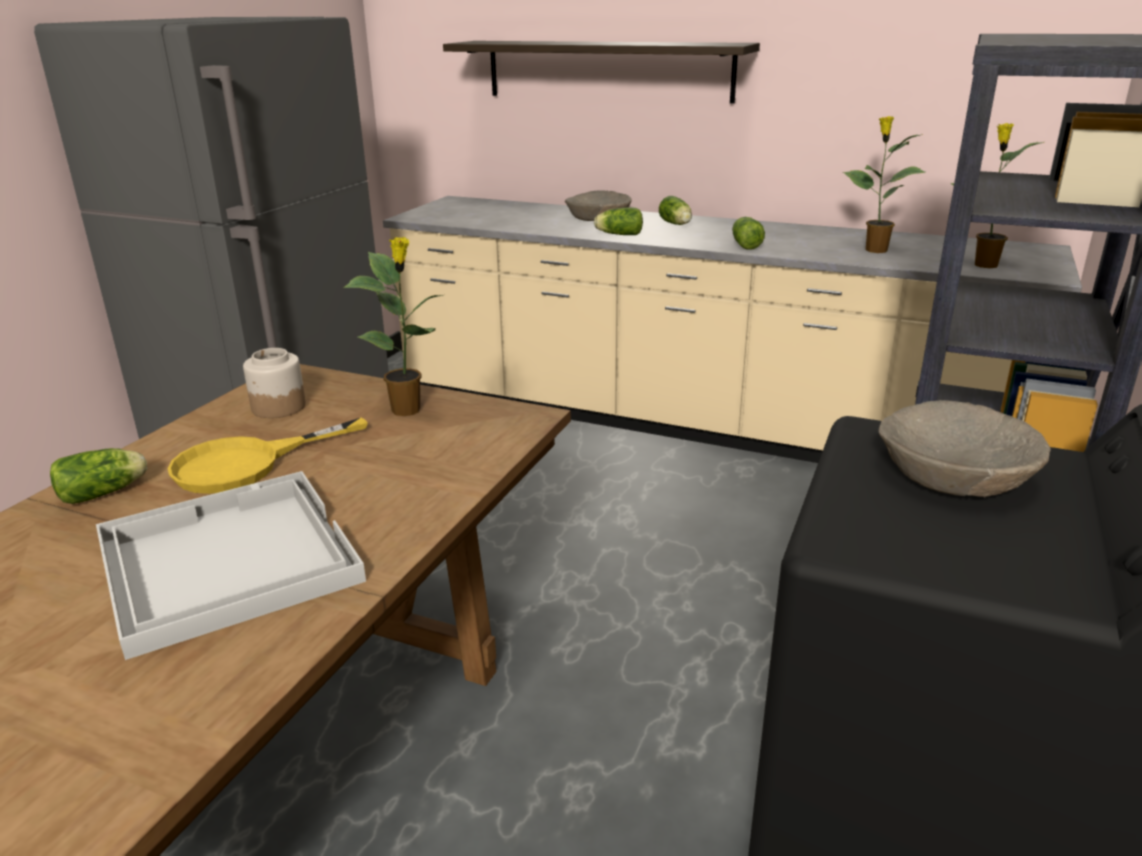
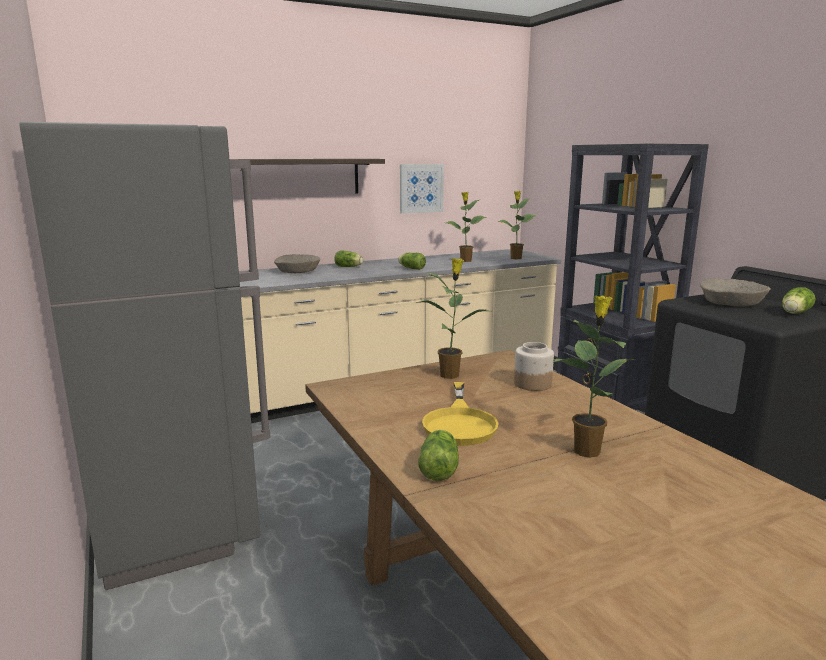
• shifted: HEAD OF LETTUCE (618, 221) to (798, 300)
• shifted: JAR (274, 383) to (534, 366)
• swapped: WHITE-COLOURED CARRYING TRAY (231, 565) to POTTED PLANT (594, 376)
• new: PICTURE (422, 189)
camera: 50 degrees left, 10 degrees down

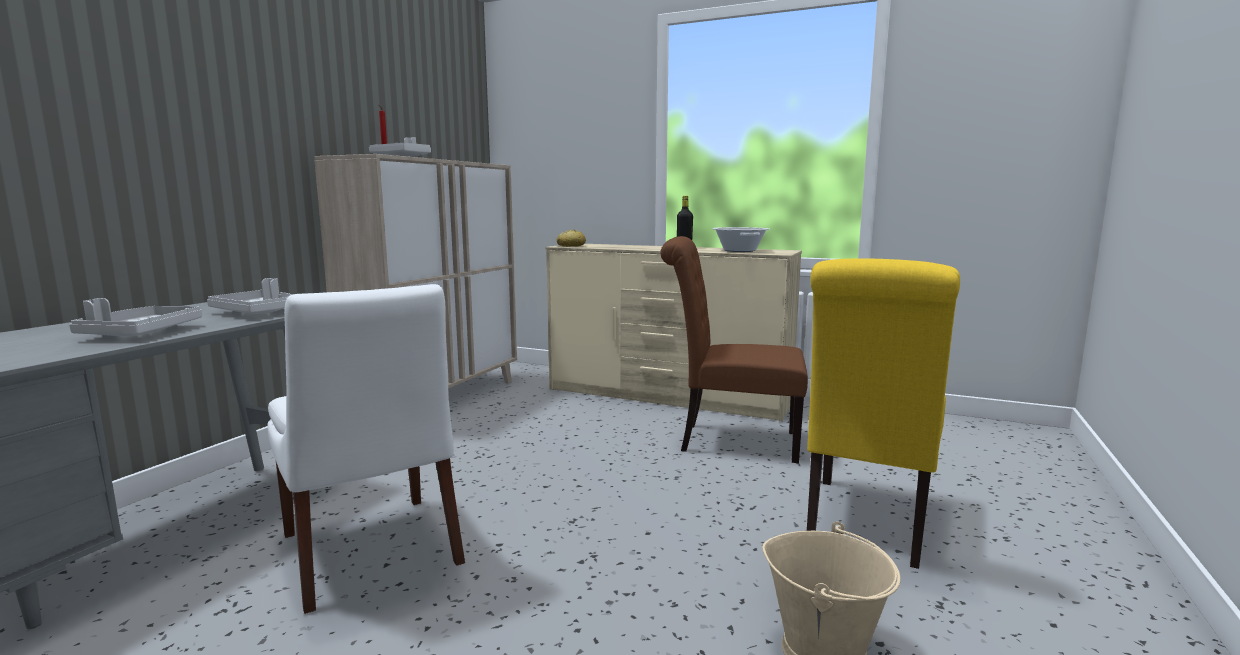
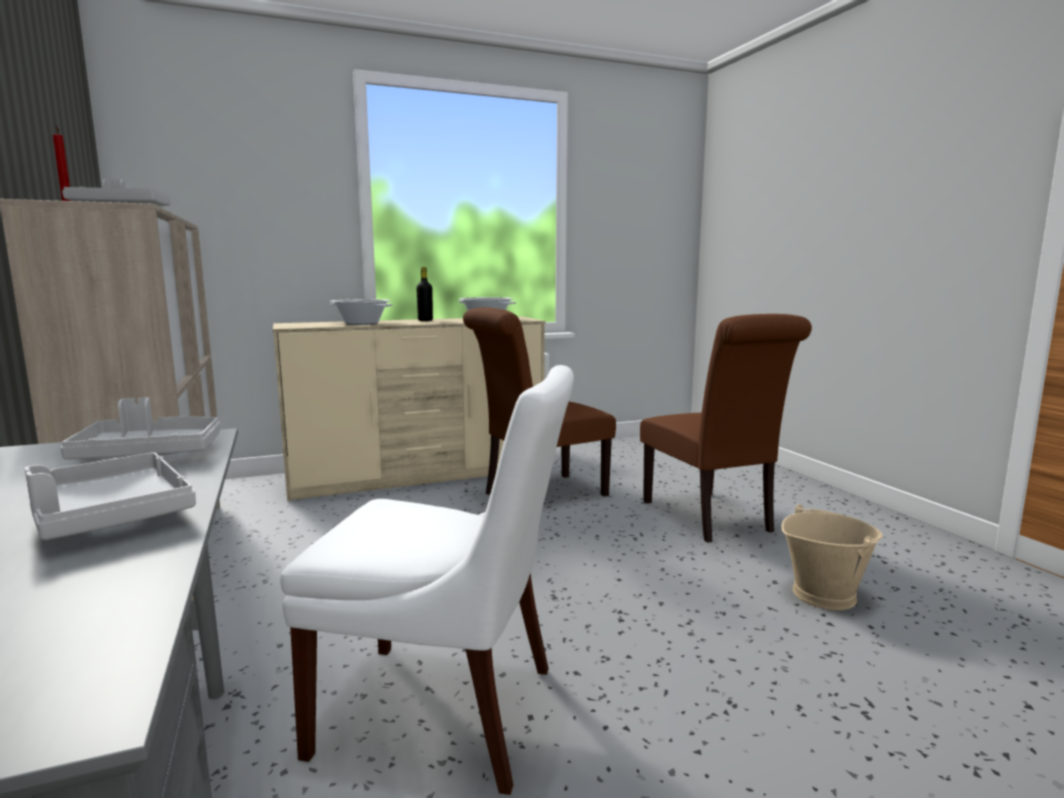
• gone: BREAD (571, 238)
• repainted: YELLOW-COLOURED UPRIGHT CHAIR (883, 413) to BROWNISH UPRIGHT CHAIR (726, 428)
• new: STOCKPOT (361, 312)
camera: 45 degrees left, 0 degrees up

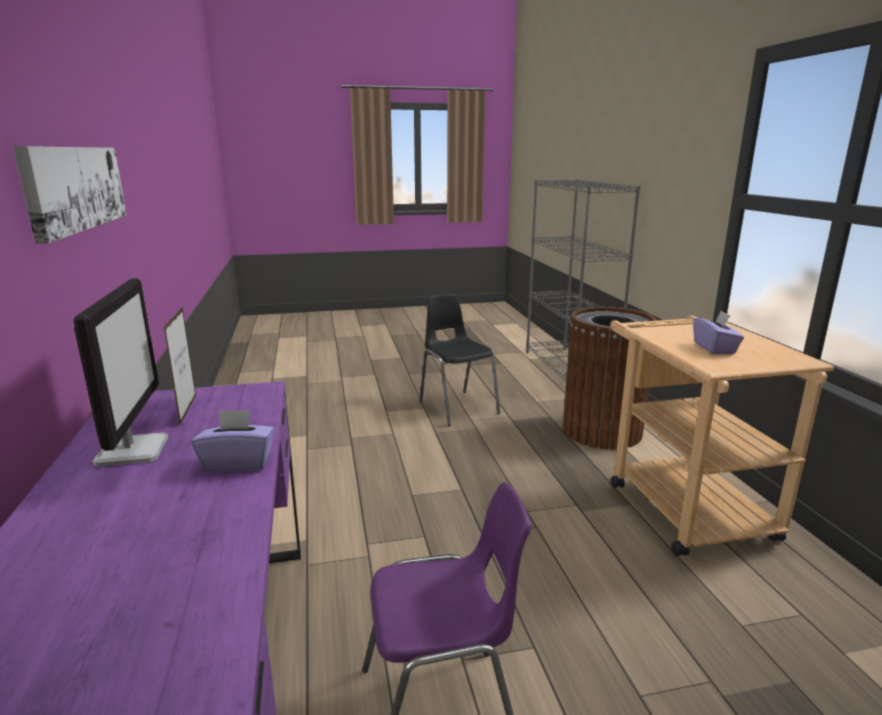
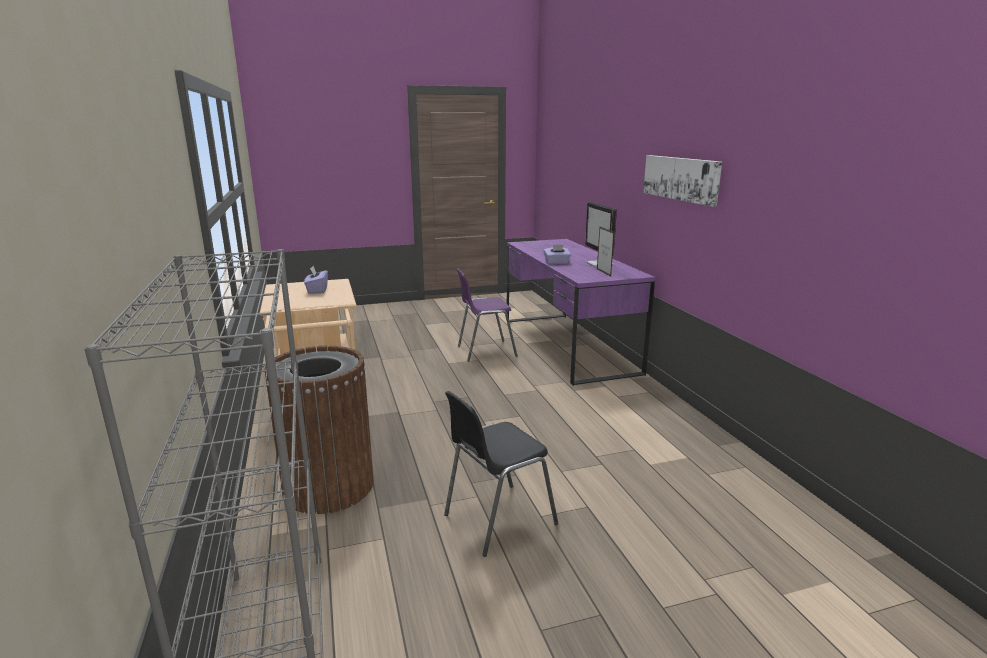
• rotated: BLACK UPRIGHT CHAIR (459, 360) = (501, 474) 90 degrees clockwise
camera: 175 degrees right, 0 degrees up

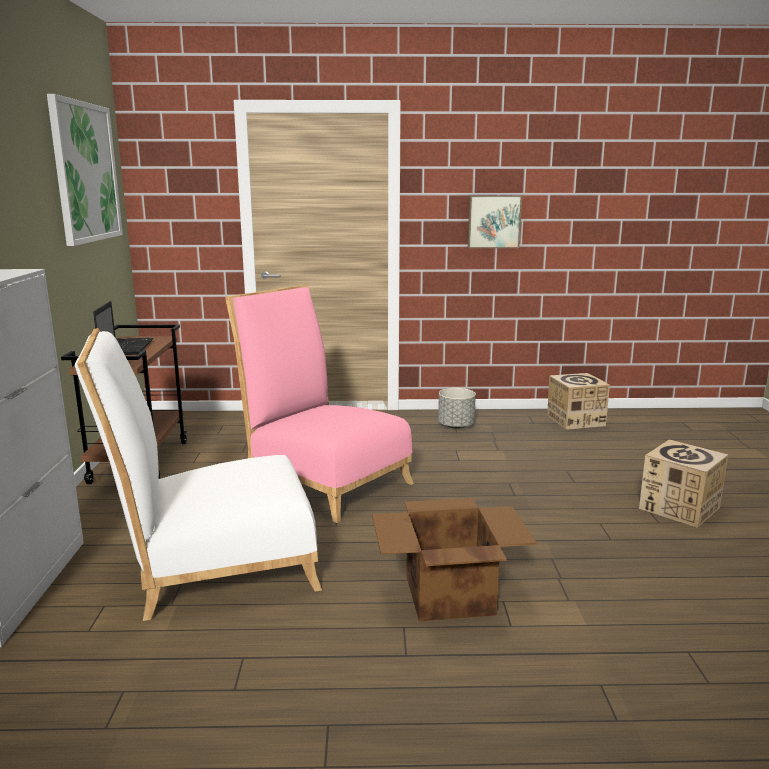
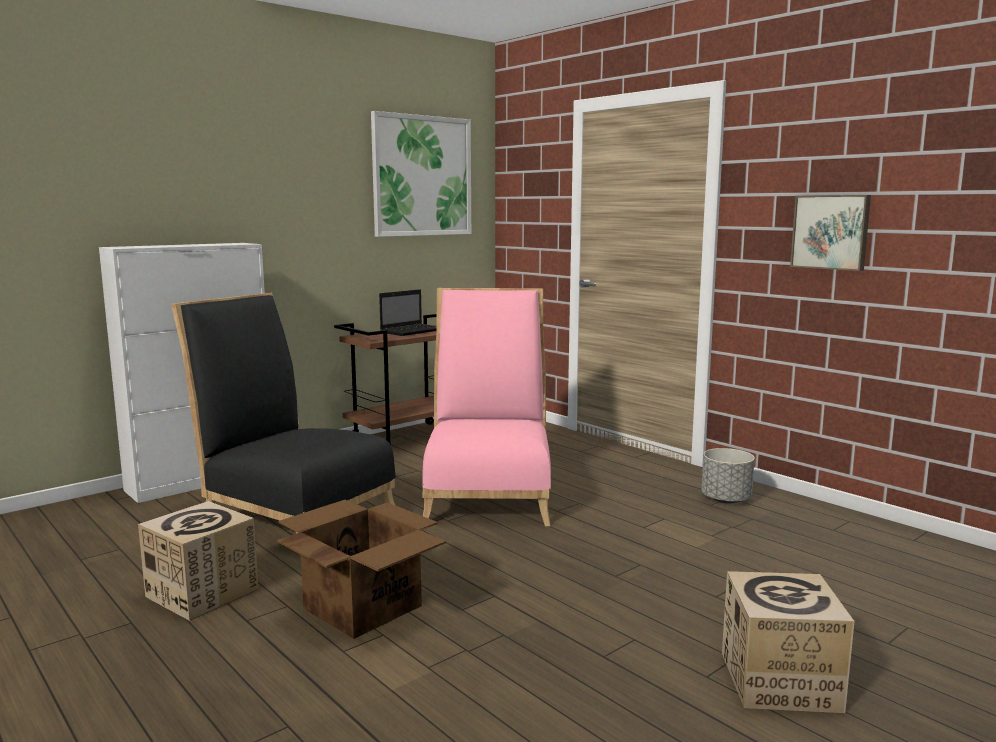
• repainted: WHITE-COLOURED UPRIGHT CHAIR (198, 474) to BLACK UPRIGHT CHAIR (283, 413)
• shifted: CARTON (578, 401) to (198, 561)
camera: 50 degrees right, 5 degrees down

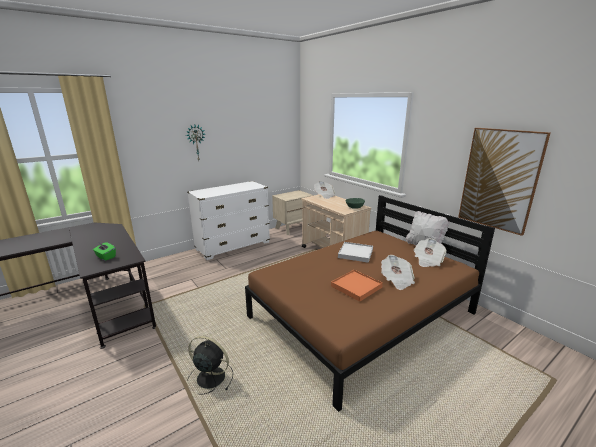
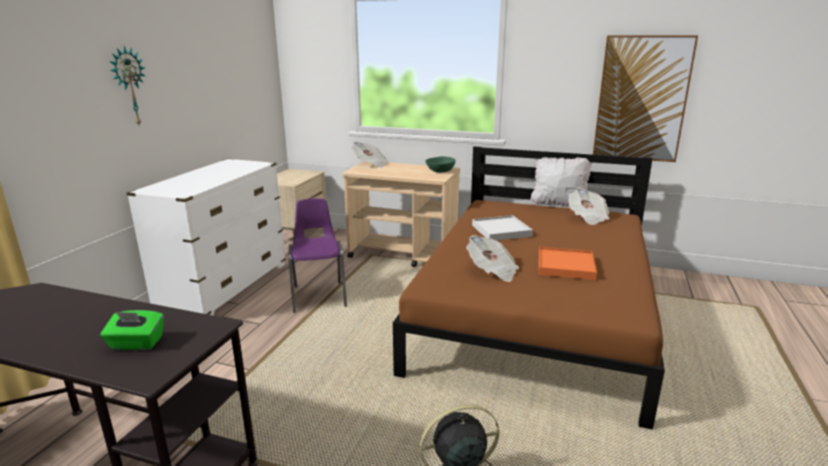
• shifted: NEWSPAPER (398, 272) to (492, 258)
• new: PURPLE UPRIGHT CHAIR (317, 255)
camera: 35 degrees left, 0 degrees up

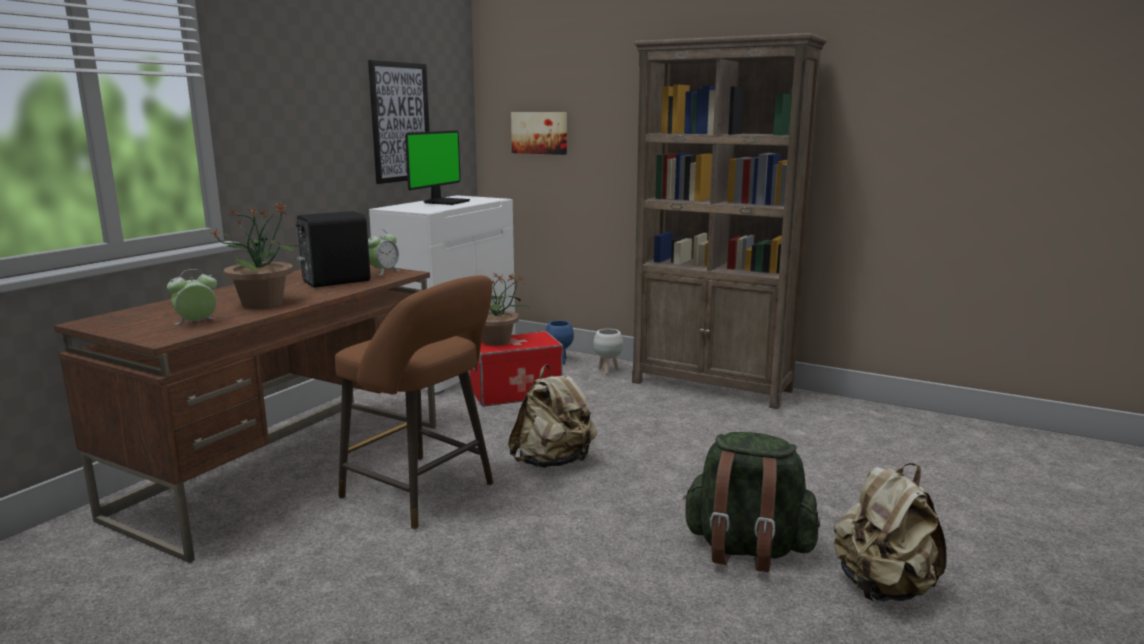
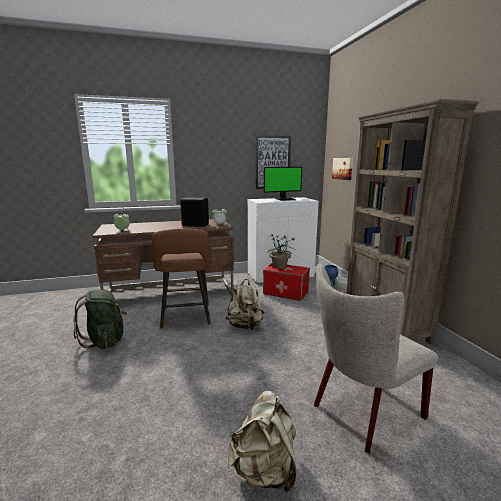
• gone: POTTED PLANT (253, 255)
• shifted: GREEN-COLOURED BACKPACK (751, 502) to (100, 319)
• new: BEIGE-COLOURED UPRIGHT CHAIR (376, 358)
camera: 45 degrees right, 0 degrees up

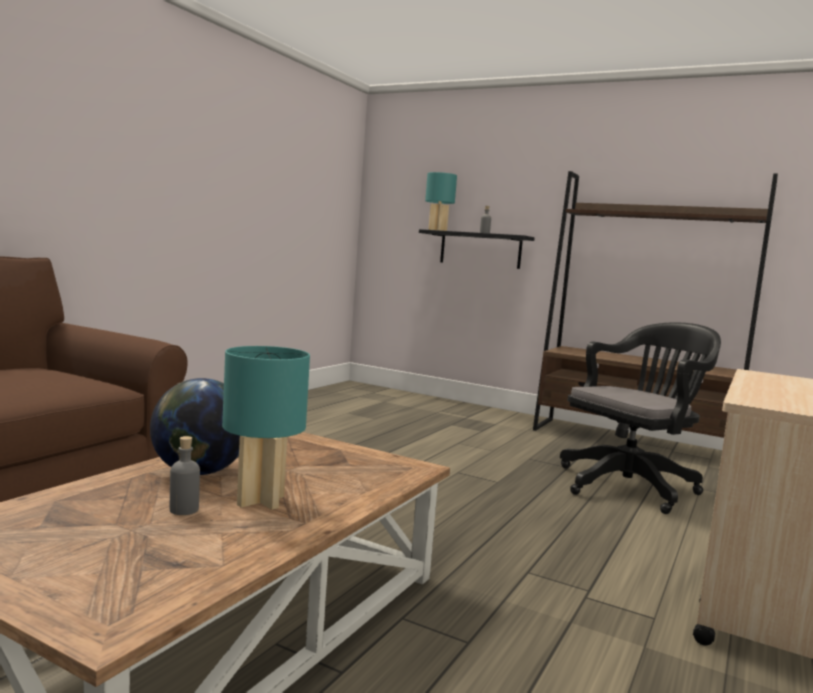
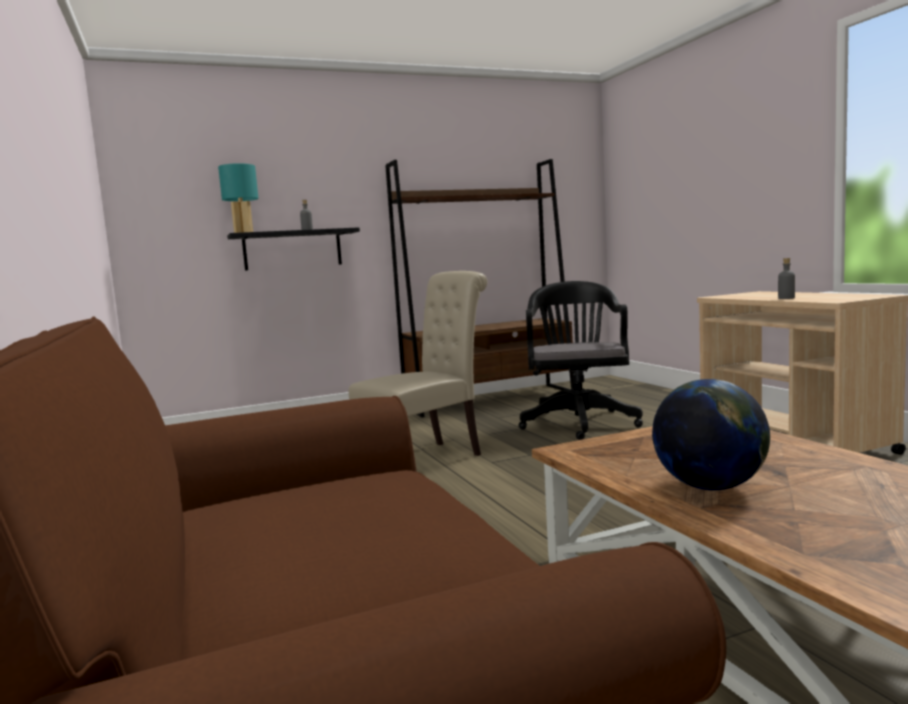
• gone: BLUE-GREEN LAMP FOR A TABLE (266, 428)
• shifted: GRAY BEVERAGE BOTTLE (185, 475) to (786, 278)
• new: BEIGE-COLOURED UPRIGHT CHAIR (418, 363)
camera: 50 degrees left, 0 degrees up

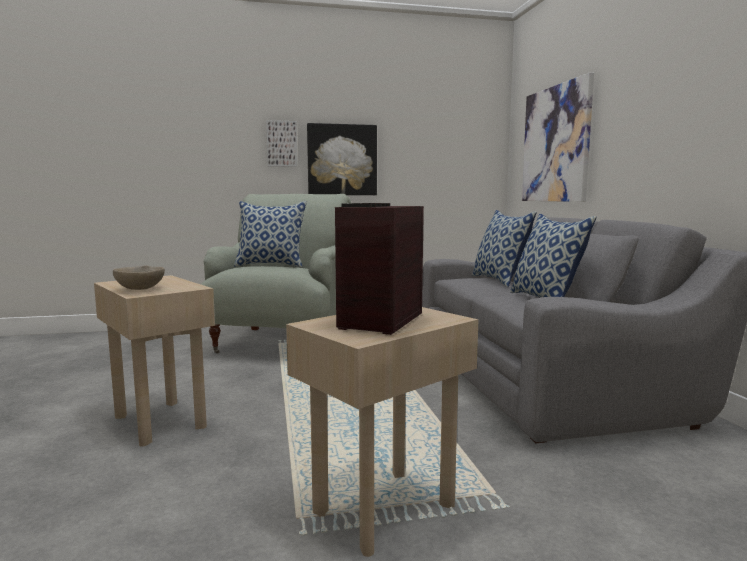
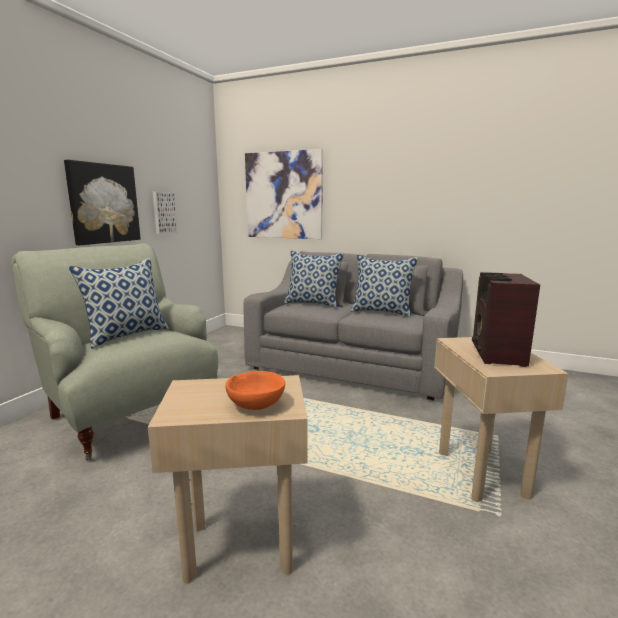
• shifted: PICTURE (282, 143) to (165, 213)
• rotated: RADIO RECEIVER (379, 269) = (506, 319) 45 degrees clockwise
• repainted: BEIGE-COLOURED SERVING BOWL (139, 277) to ORANGEY SERVING BOWL (255, 390)
camera: 55 degrees left, 5 degrees up

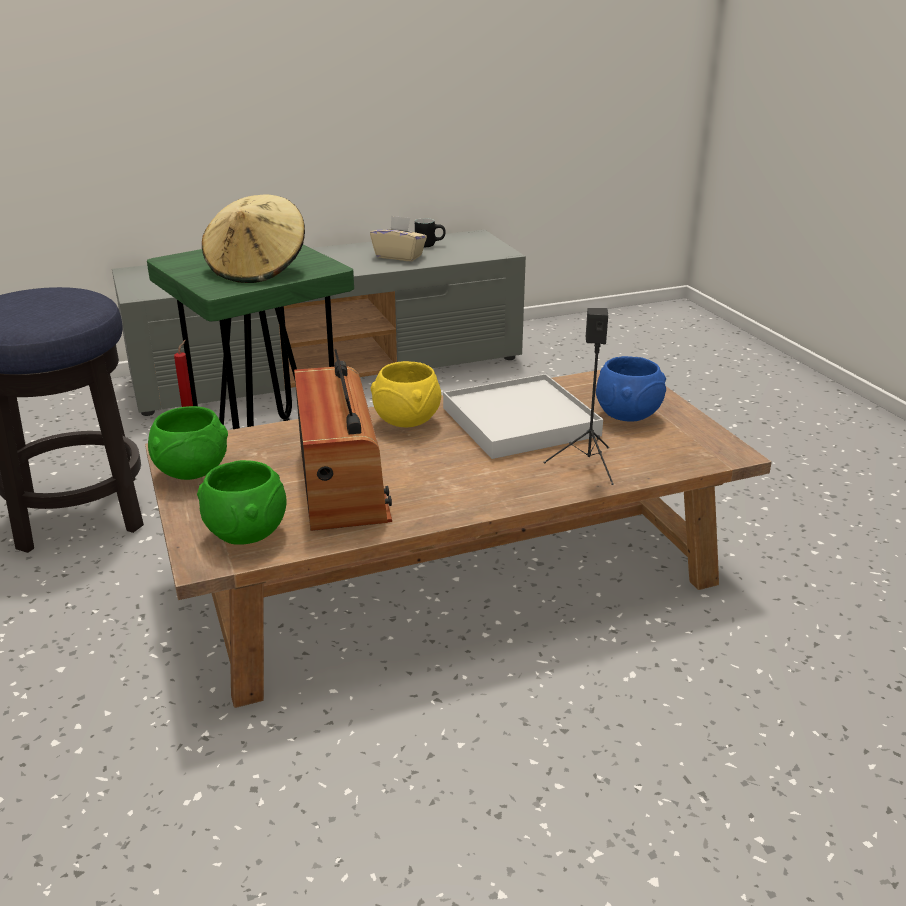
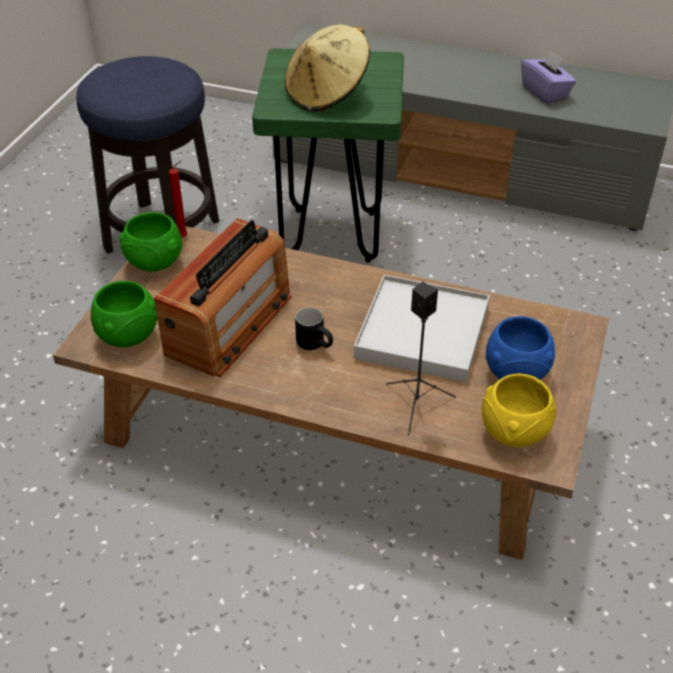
• repainted: BEIGE-COLOURED BOX OF TISSUES (398, 238) to PURPLE BOX OF TISSUES (548, 77)
• shifted: BLACK COFFEE MUG (430, 232) to (314, 328)
• shifted: YELLOW-COLOURED SERVING BOWL (406, 394) to (518, 410)
camera: 40 degrees right, 15 degrees up

